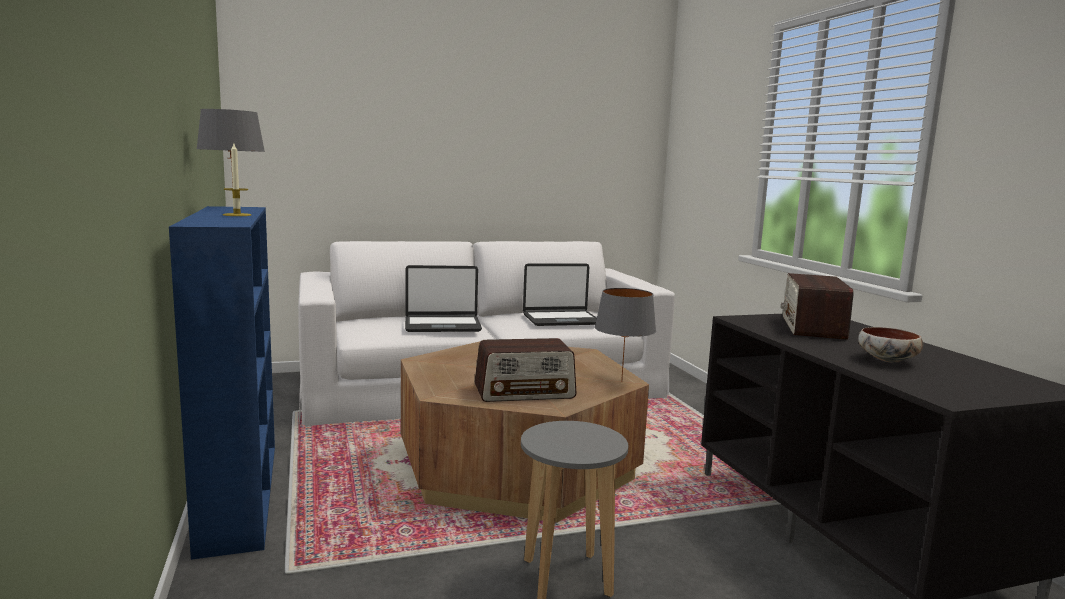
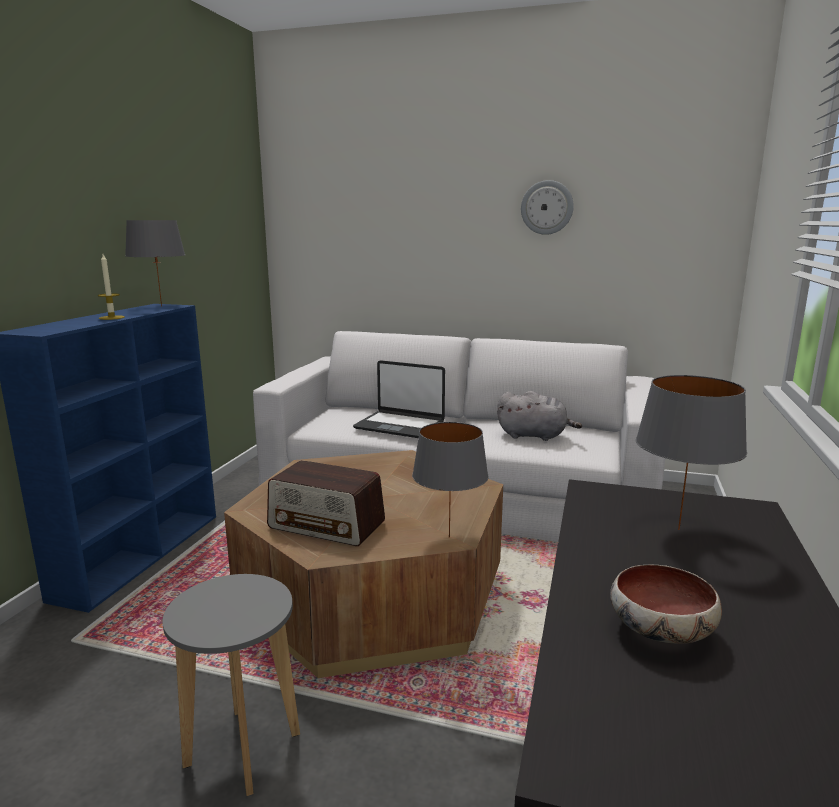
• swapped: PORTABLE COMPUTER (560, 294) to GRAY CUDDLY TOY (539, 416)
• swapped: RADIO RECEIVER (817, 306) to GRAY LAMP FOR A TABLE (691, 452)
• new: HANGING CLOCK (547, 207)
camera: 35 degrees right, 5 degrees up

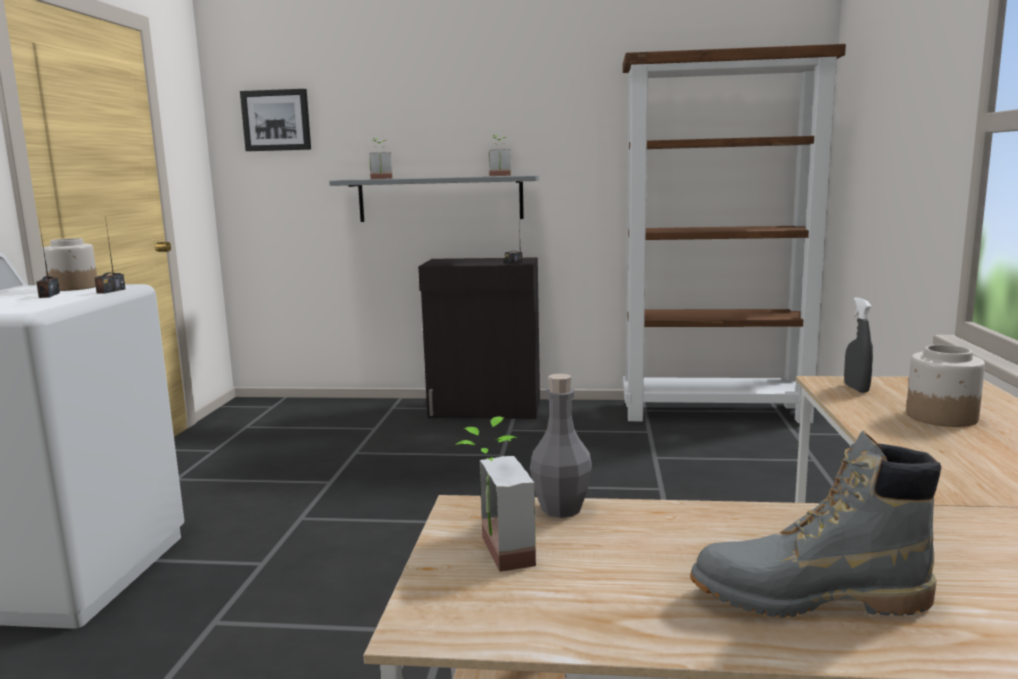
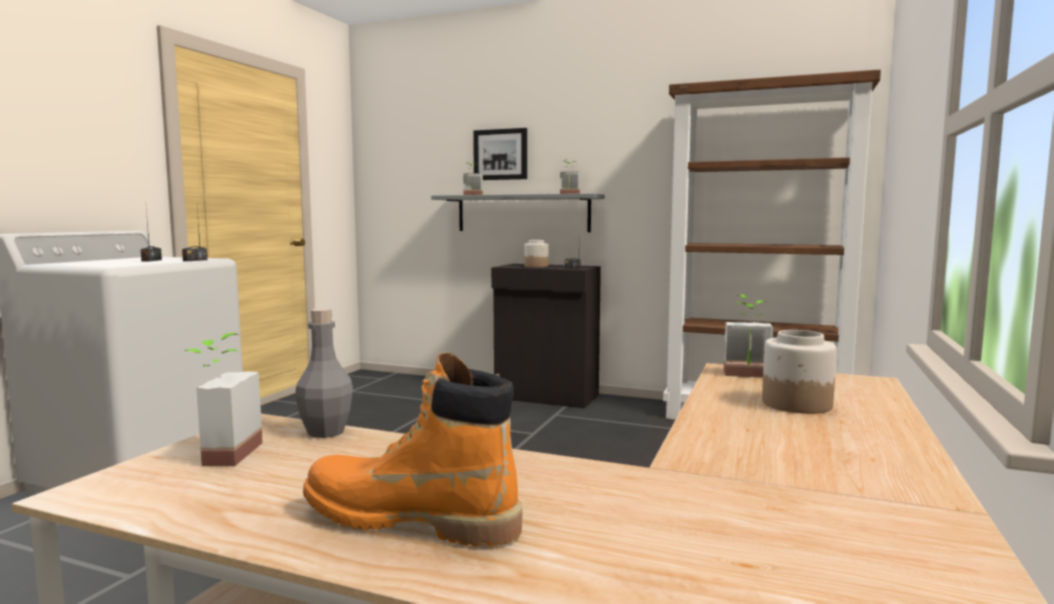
• shifted: PICTURE (275, 120) to (500, 154)
• shifted: JAR (69, 264) to (536, 253)
• swapped: GRAY SPRAYER (858, 345) to POTTED PLANT (748, 336)
• repainted: GRAY BOOT (815, 524) to ORANGEY BOOT (412, 449)
camera: 15 degrees right, 5 degrees down

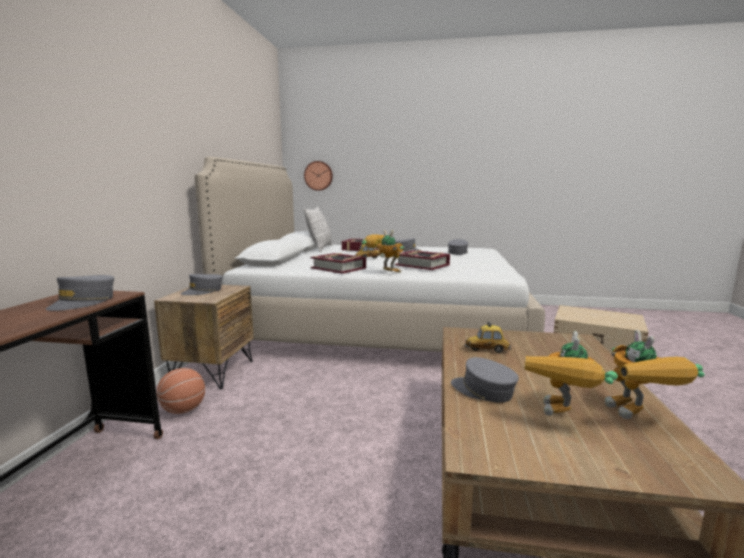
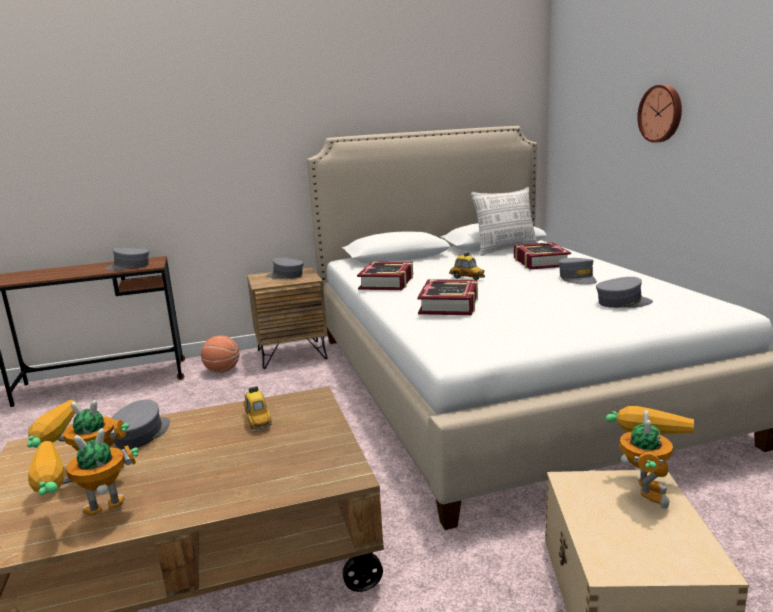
• shifted: HANGING CLOCK (318, 176) to (659, 114)
• shifted: TOY ROBOT (383, 251) to (650, 457)
camera: 65 degrees right, 5 degrees up

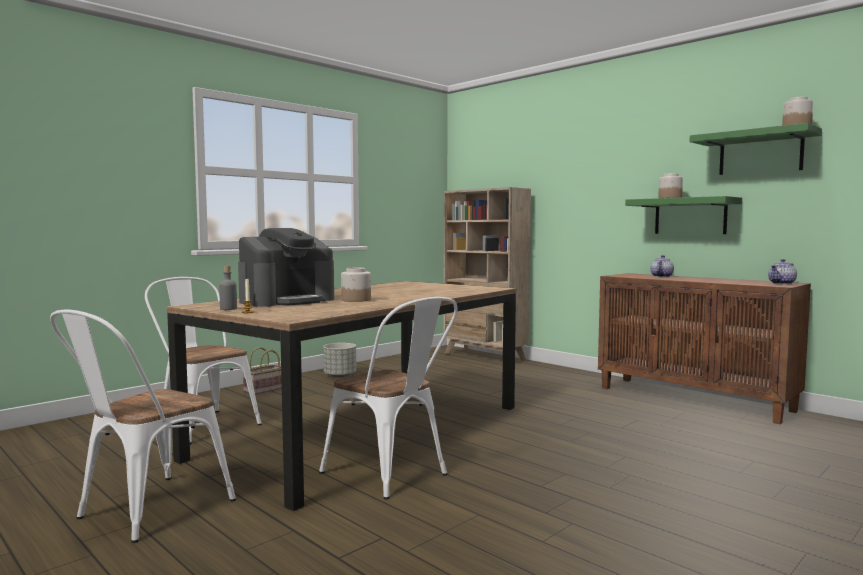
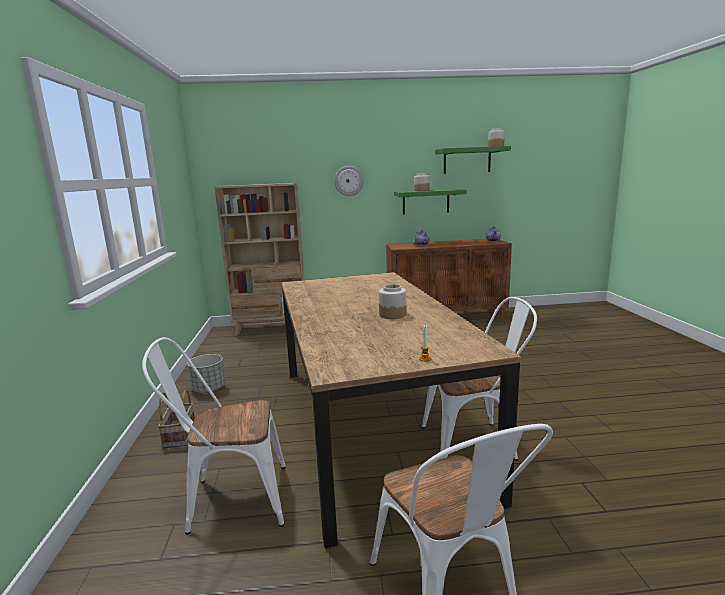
• gone: COFFEE MACHINE (286, 267)
• gone: GRAY BEVERAGE BOTTLE (228, 288)
• new: HANGING CLOCK (349, 181)
camera: 50 degrees left, 10 degrees up

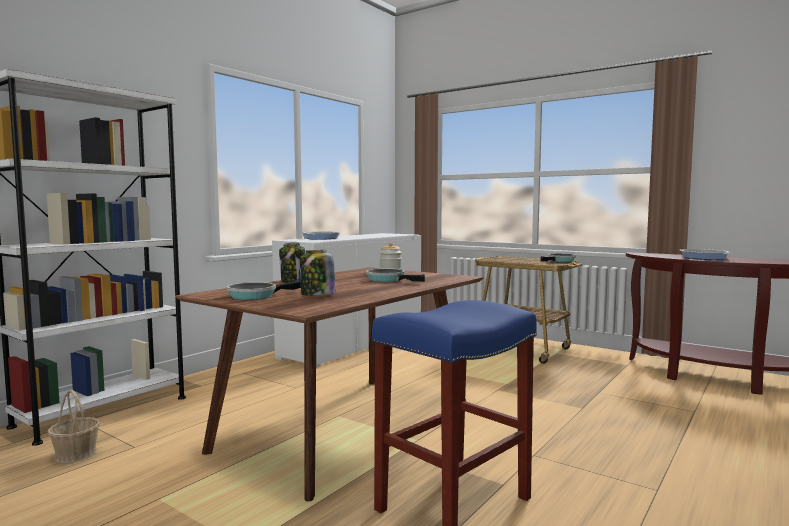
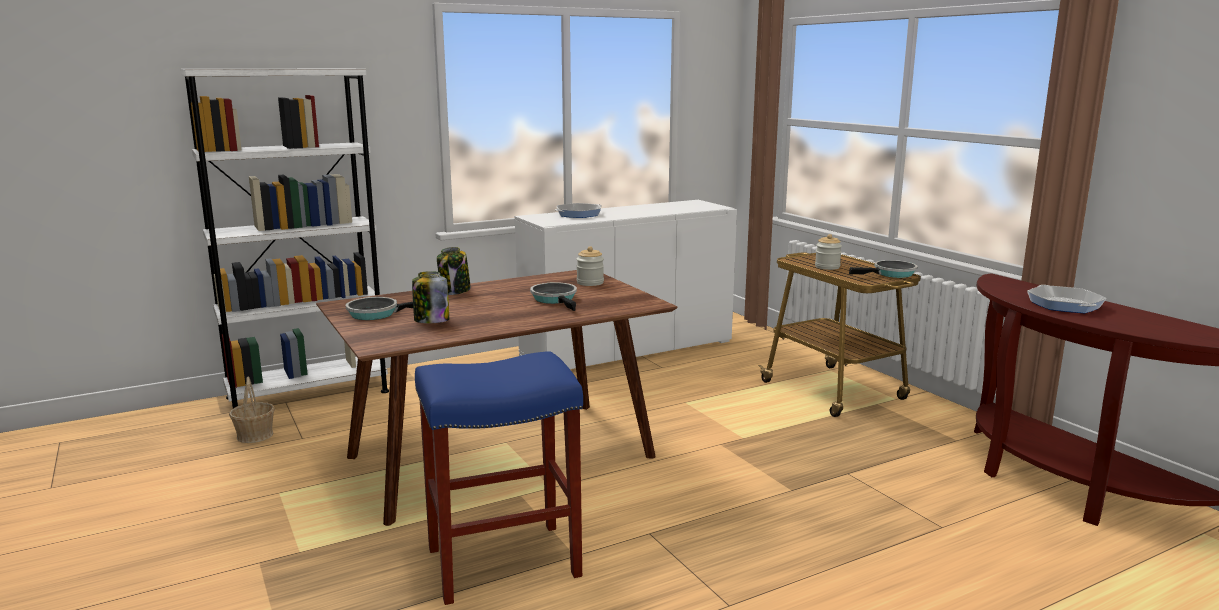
• new: JAR (828, 252)
camera: 25 degrees right, 10 degrees up

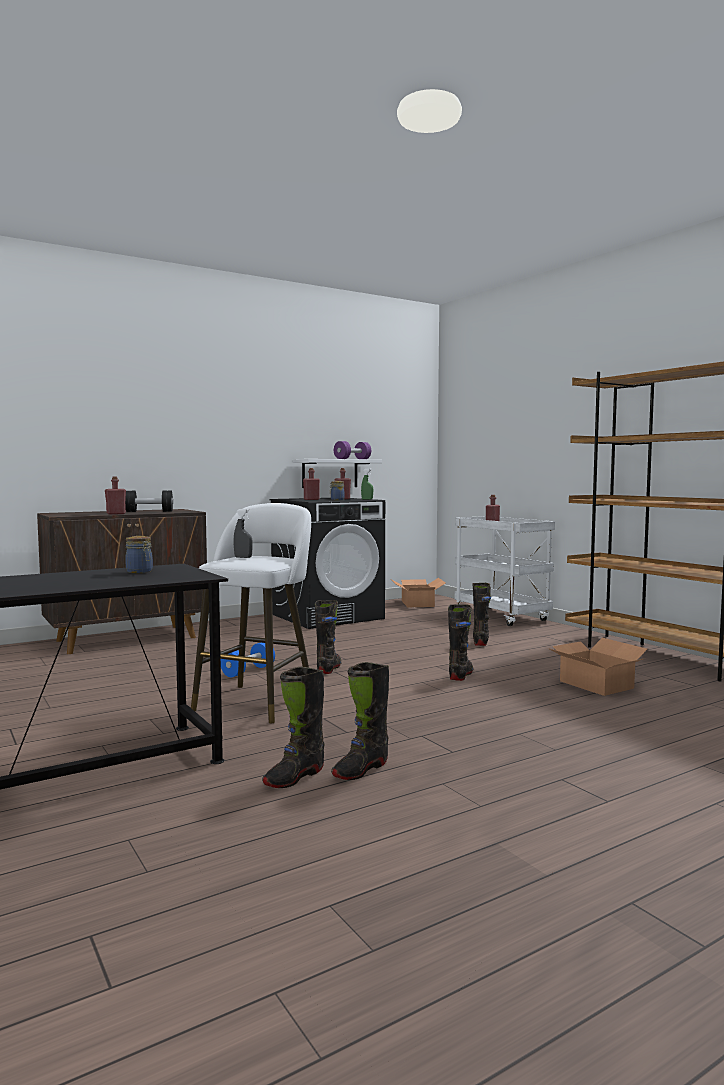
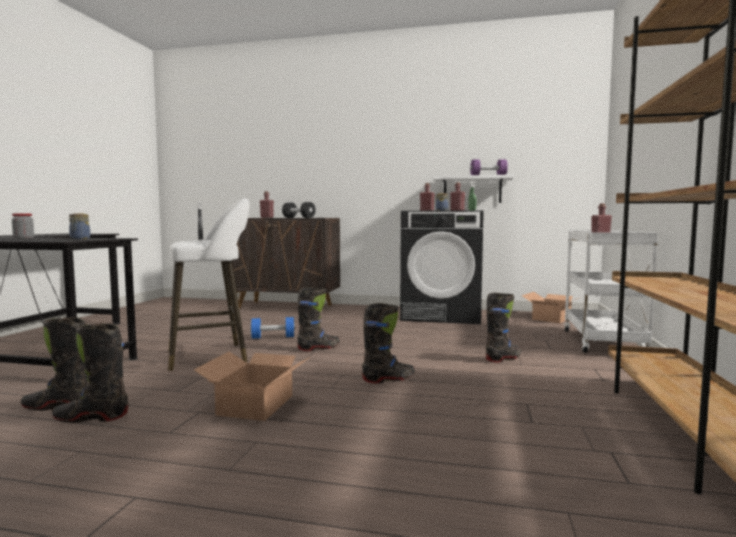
• shifted: CARTON (597, 667) to (252, 386)
• new: JAR (23, 226)
camera: 45 degrees right, 0 degrees up

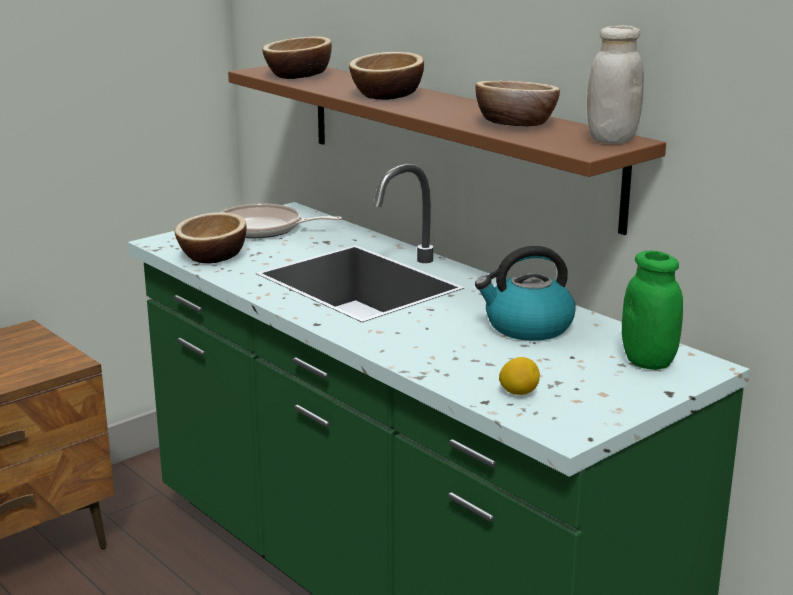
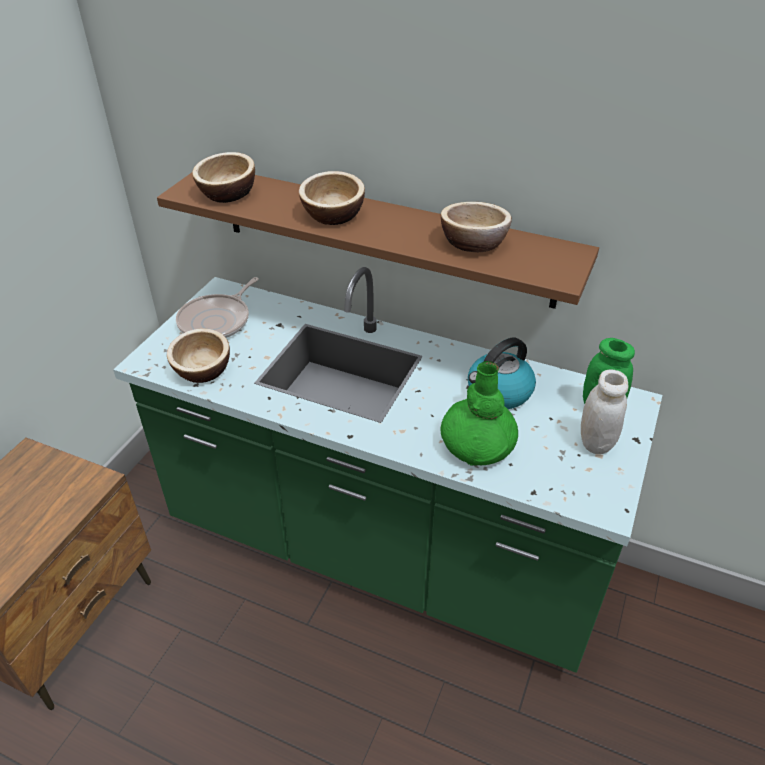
• shifted: WHITE-COLOURED JAR (615, 84) to (604, 412)
• rotated: PAN (281, 220) = (217, 307) 45 degrees counterclockwise
• gone: CITRUS FRUIT (519, 376)
• new: GREEN-COLOURED FLOWER VASE (479, 413)
camera: 25 degrees left, 20 degrees up

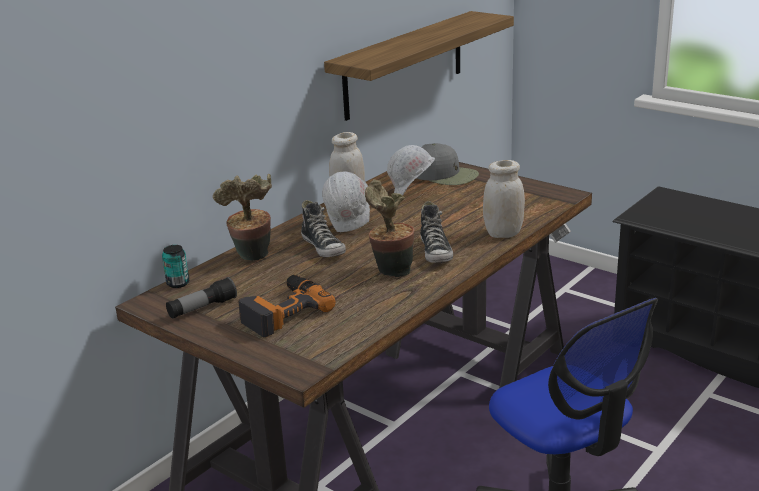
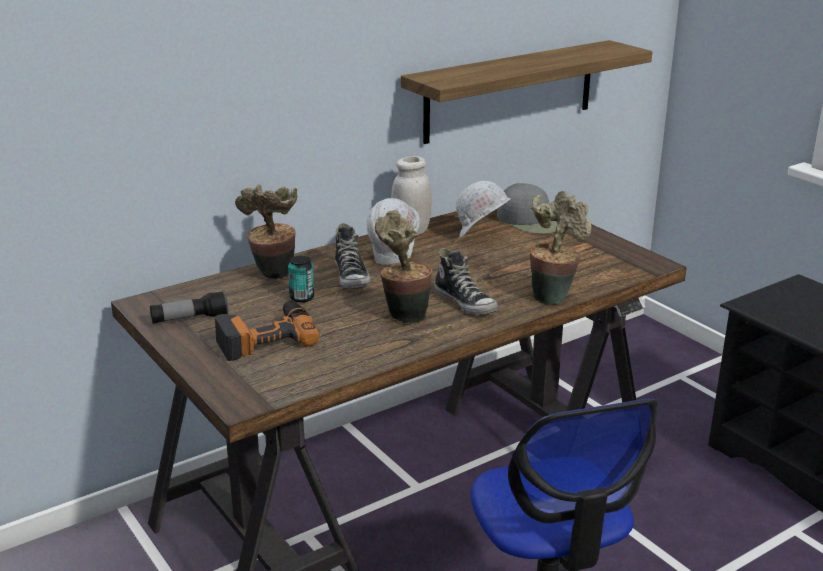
• swapped: WHITE-COLOURED JAR (504, 199) to POTTED PLANT (560, 248)
• rotated: LOW SHOE (436, 232) = (466, 281) 45 degrees counterclockwise
• shifted: CAN (175, 266) to (301, 279)
camera: 15 degrees right, 0 degrees up

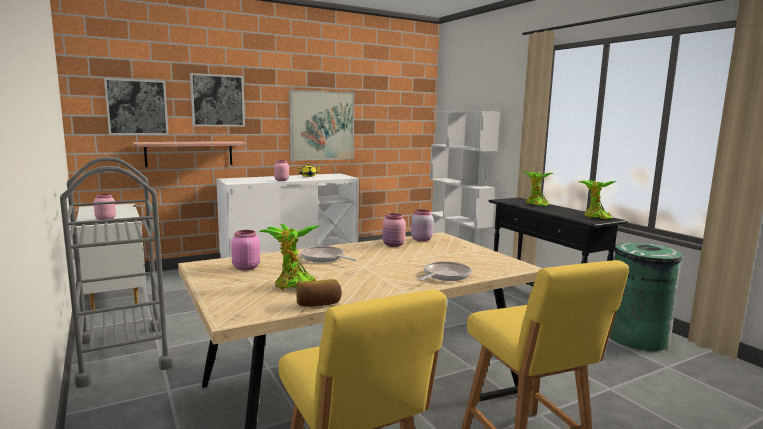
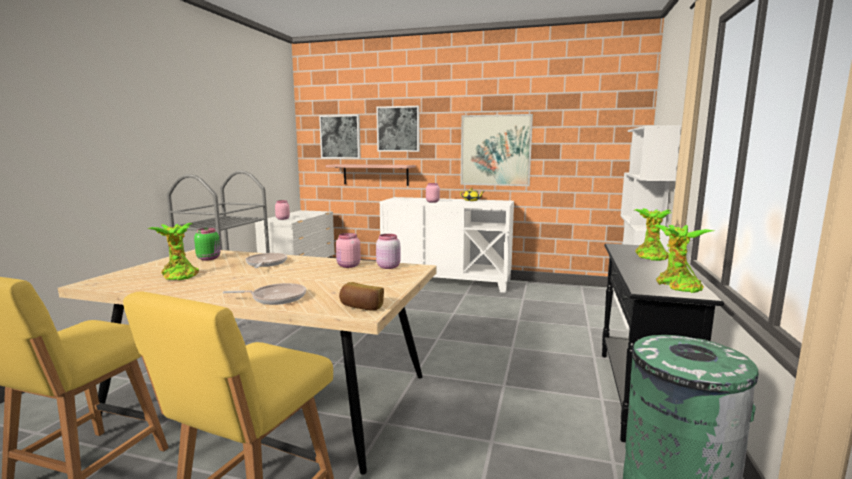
• repainted: PINK JAR (245, 250) to GREEN-COLOURED JAR (207, 244)
• shifted: BREAD (319, 293) to (361, 296)
camera: 45 degrees right, 0 degrees up

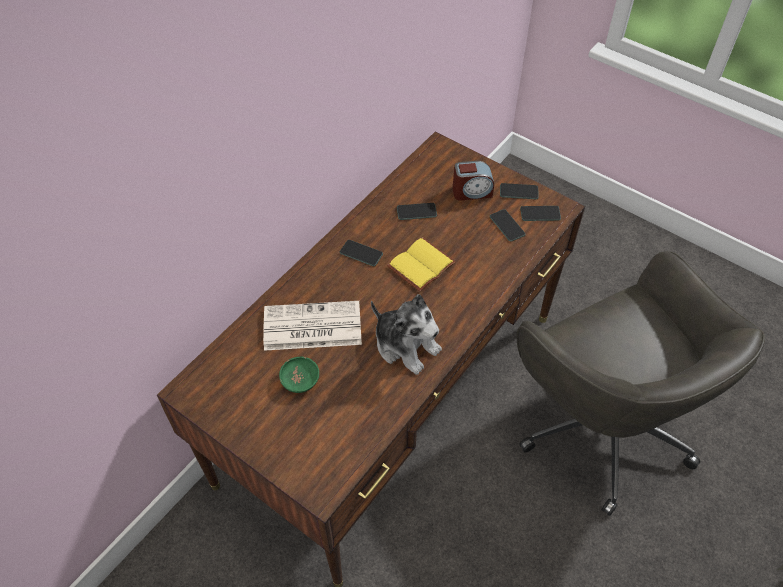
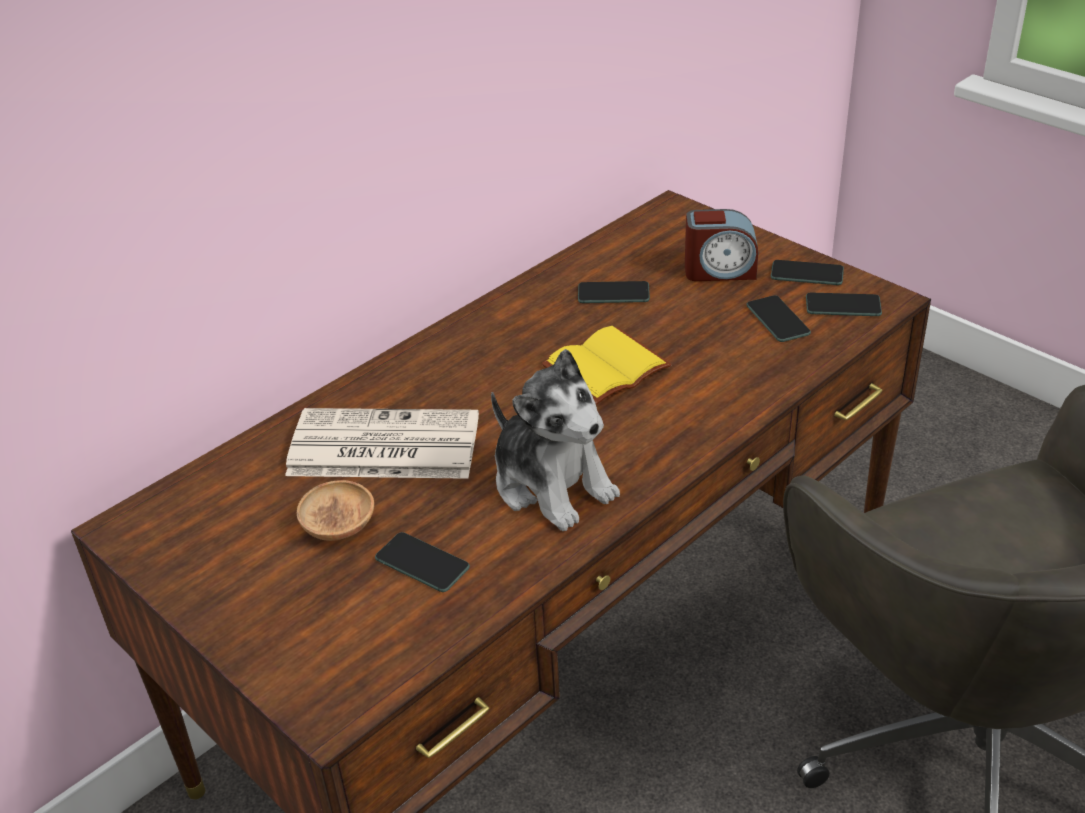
• shifted: HANDSET (361, 253) to (422, 562)
• repainted: GREEN-COLOURED SERVING BOWL (299, 375) to BROWNISH SERVING BOWL (335, 510)
camera: 10 degrees right, 15 degrees down

